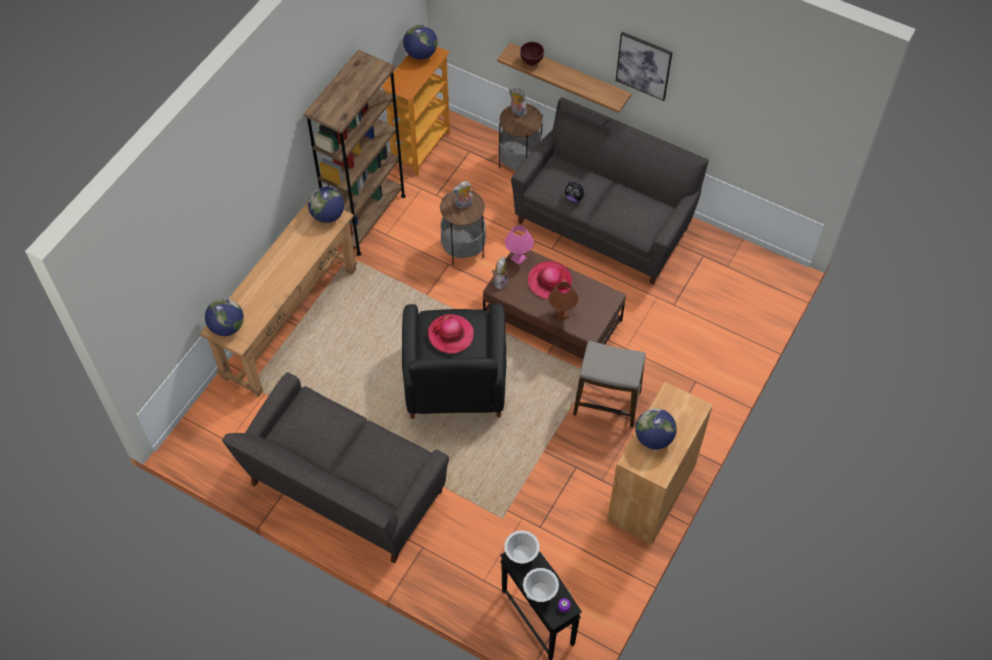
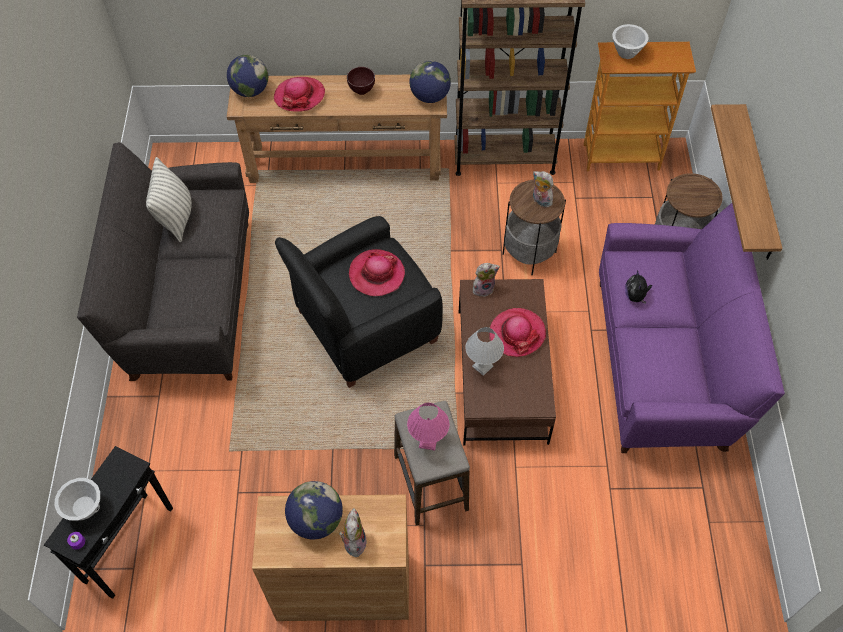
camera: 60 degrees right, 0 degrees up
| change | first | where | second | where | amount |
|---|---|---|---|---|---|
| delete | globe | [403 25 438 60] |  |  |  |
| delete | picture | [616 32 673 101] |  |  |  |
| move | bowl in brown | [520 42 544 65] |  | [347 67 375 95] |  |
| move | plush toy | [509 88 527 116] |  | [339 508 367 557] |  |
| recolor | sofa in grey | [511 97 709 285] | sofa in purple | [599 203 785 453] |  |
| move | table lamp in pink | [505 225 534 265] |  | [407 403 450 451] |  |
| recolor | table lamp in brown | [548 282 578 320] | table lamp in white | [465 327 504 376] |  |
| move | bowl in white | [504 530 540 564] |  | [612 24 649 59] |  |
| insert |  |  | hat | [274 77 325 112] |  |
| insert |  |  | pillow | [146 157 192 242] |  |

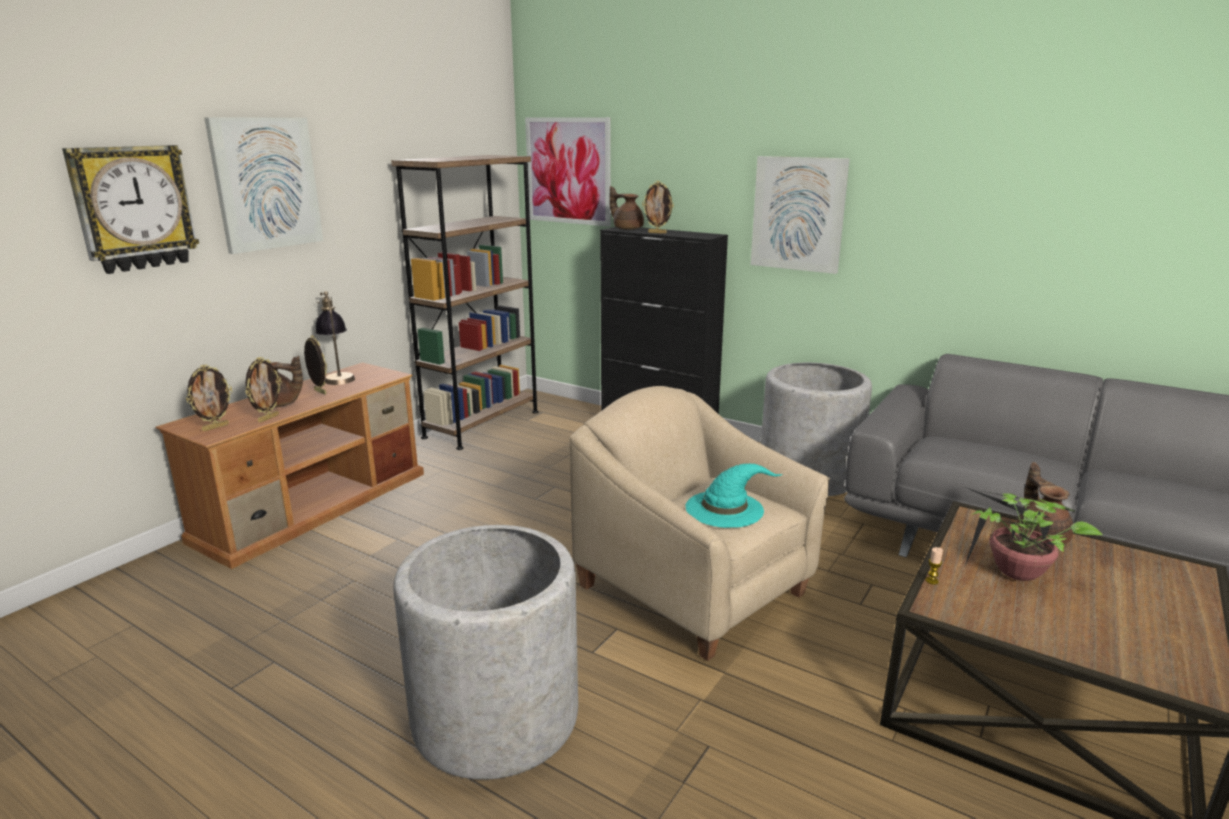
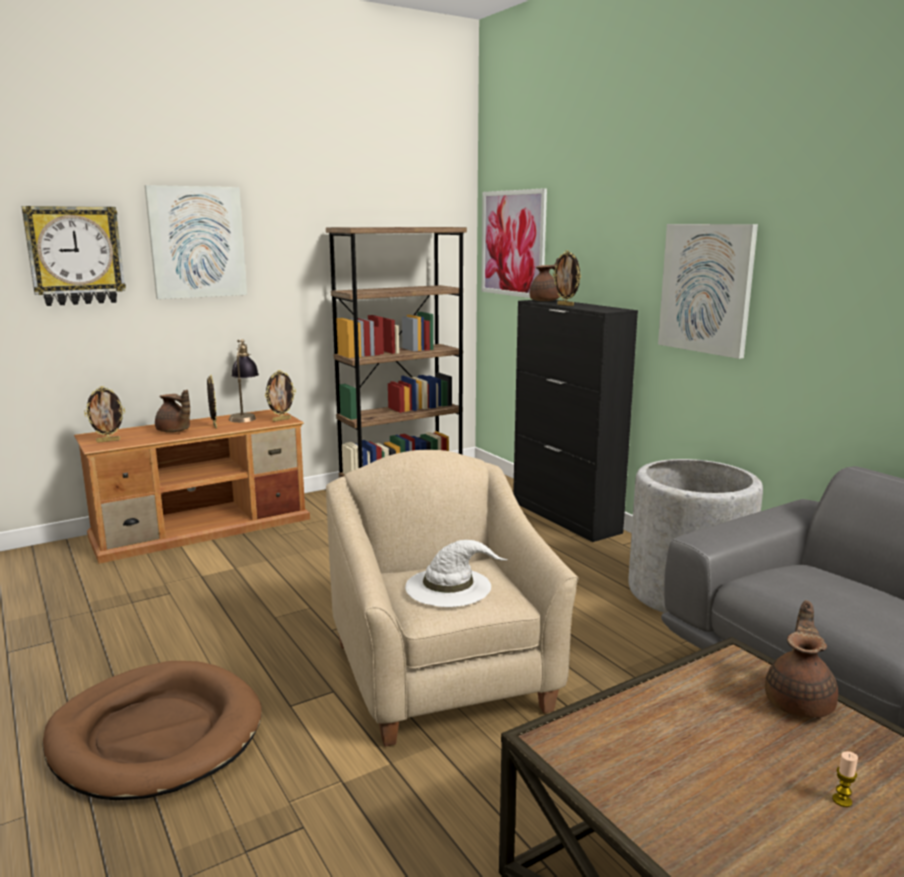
camera: 25 degrees right, 5 degrees down
| change | first | where | second | where | amount |
|---|---|---|---|---|---|
| rotate | teapot in brown | [609 186 644 230] |  | [530 258 560 301] | 75 degrees clockwise |
| move | picture frame | [246 357 282 423] |  | [265 370 296 422] |  |
| recolor | hat in turquoise | [685 463 783 528] | hat in white | [405 540 508 607] |  |
| delete | potted plant | [965 487 1103 581] |  |  |  |
| replace | planter in grey | [394 525 578 780] | dog bed in brown | [42 661 262 800] |  |
| move | candle | [926 547 943 585] |  | [832 751 858 807] |  |

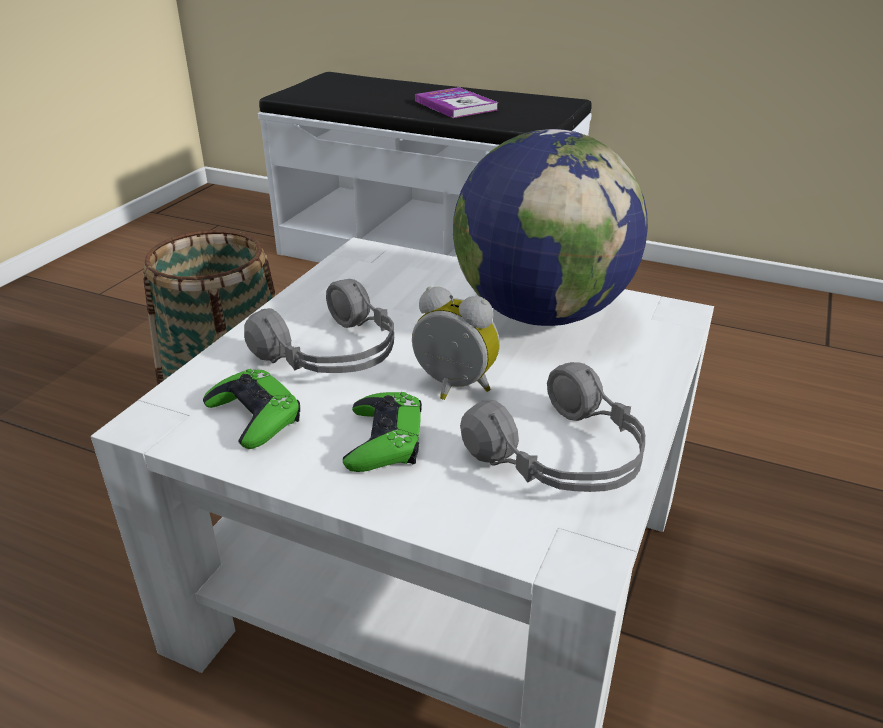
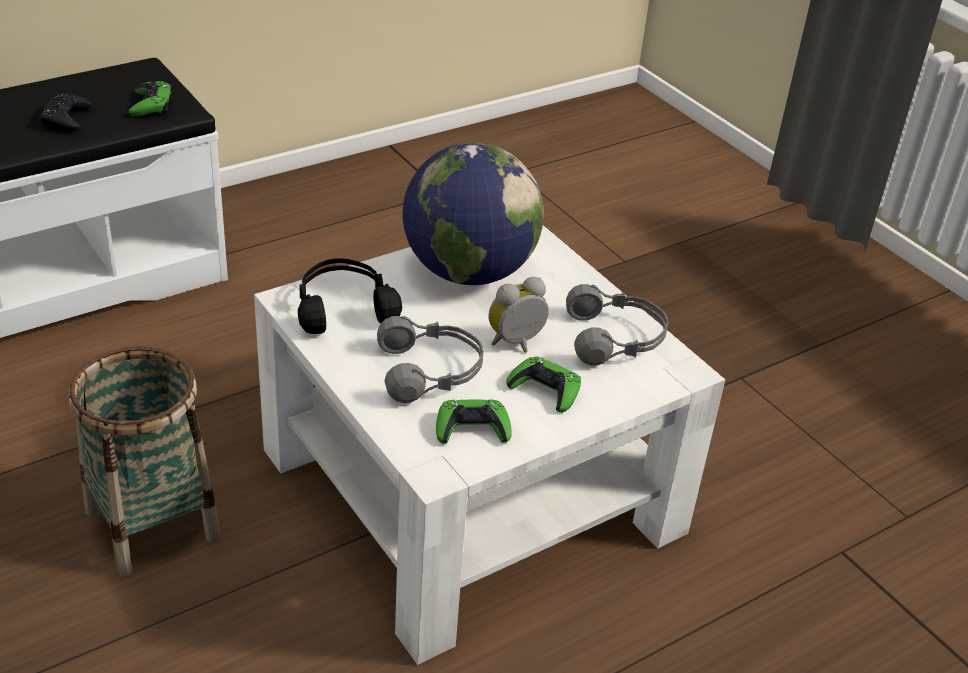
camera: 60 degrees left, 5 degrees up
| change | first | where | second | where | amount |
|---|---|---|---|---|---|
| replace | book | [415 87 499 118] | game controller in black | [40 93 92 132] |  |
| insert |  |  | game controller in green | [129 81 172 116] |  |
| insert |  |  | headphones in black | [298 258 402 334] |  |

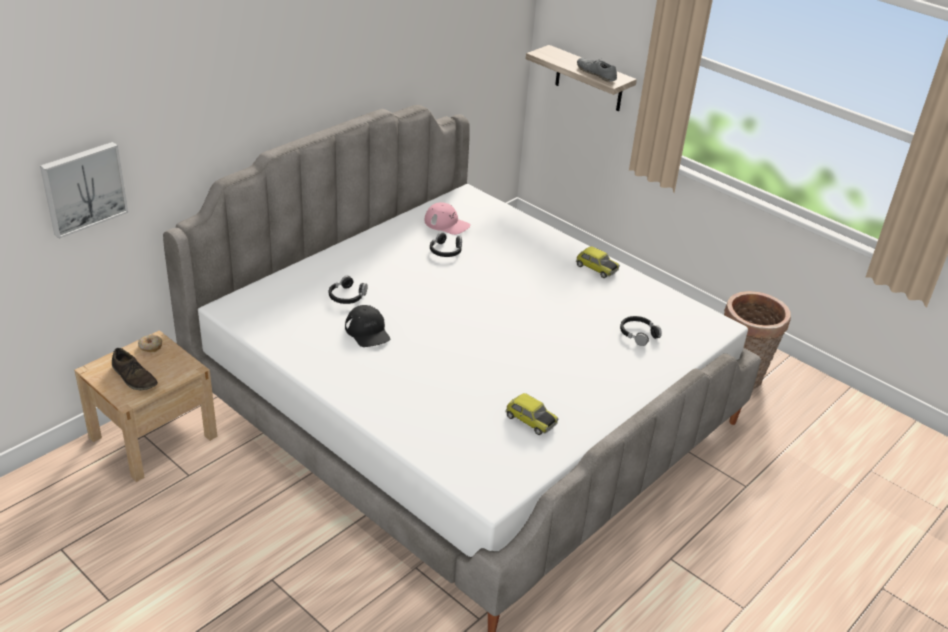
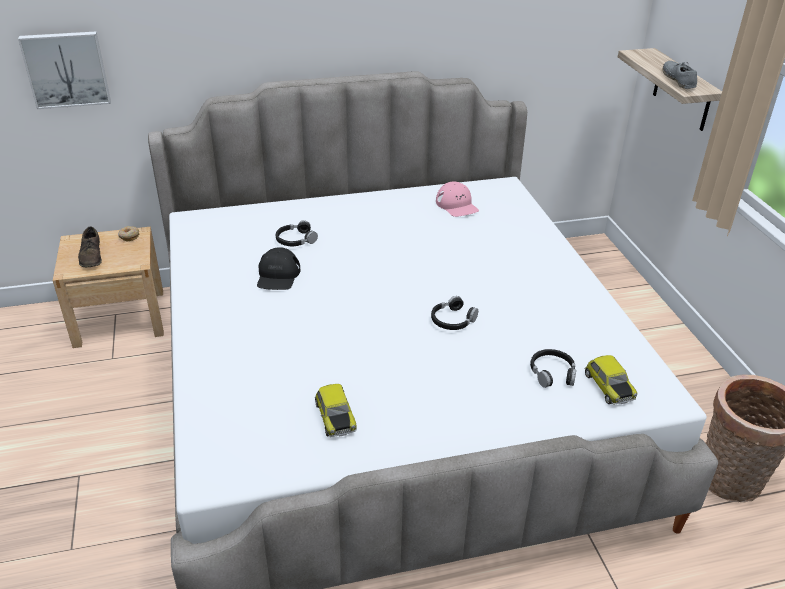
camera: 35 degrees right, 0 degrees up
| change | first | where | second | where | amount |
|---|---|---|---|---|---|
| move | headphones in black | [430 232 462 257] |  | [431 296 478 330] |  |
| move | toy car | [576 246 620 278] |  | [585 355 637 405] |  |

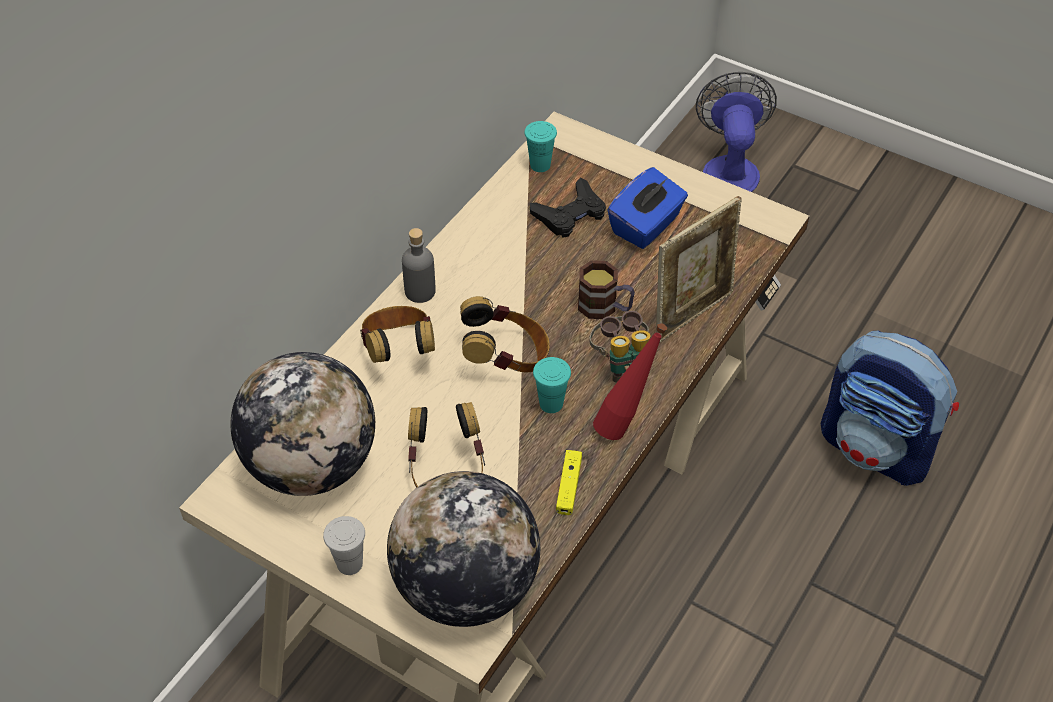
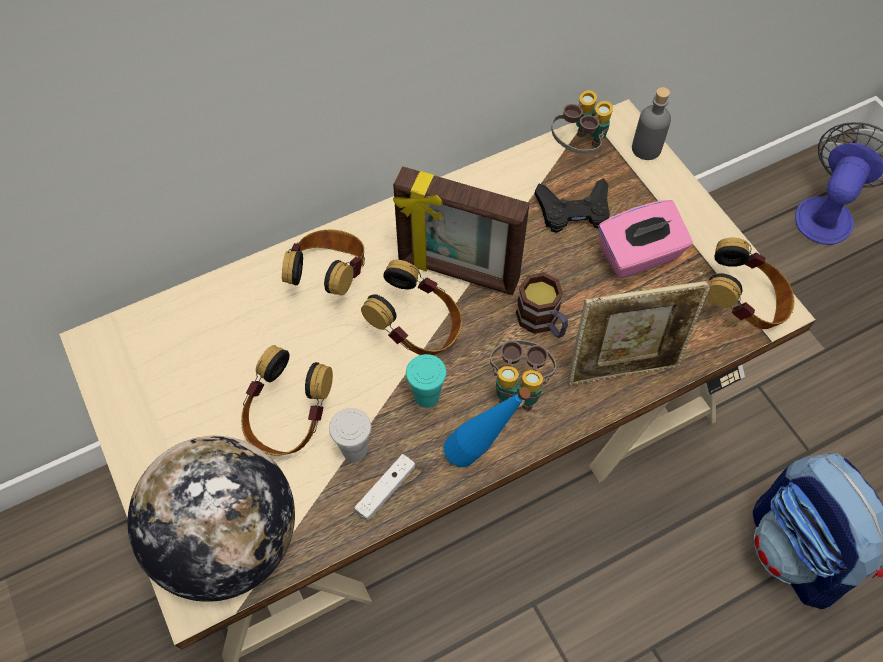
camera: 30 degrees right, 10 degrees up
| change | first | where | second | where | amount |
|---|---|---|---|---|---|
| replace | cup in turquoise | [524 121 557 172] | binoculars | [552 90 613 154] |  |
| recolor | tissue box in blue | [608 167 688 249] | tissue box in pink | [598 200 693 278] |  |
| move | bottle in grey | [402 228 436 303] |  | [632 87 671 160] |  |
| recolor | bottle in red | [593 323 667 440] | bottle in blue | [444 387 530 467] |  |
| delete | globe | [231 352 375 496] |  |  |  |
| recolor | game controller in yellow | [556 450 582 515] | game controller in white | [354 454 416 521] |  |
| move | cup in white | [323 516 365 575] |  | [329 408 371 462] |  |
| insert |  |  | picture frame | [393 166 529 295] |  |
| insert |  |  | headphones | [706 237 795 329] |  |

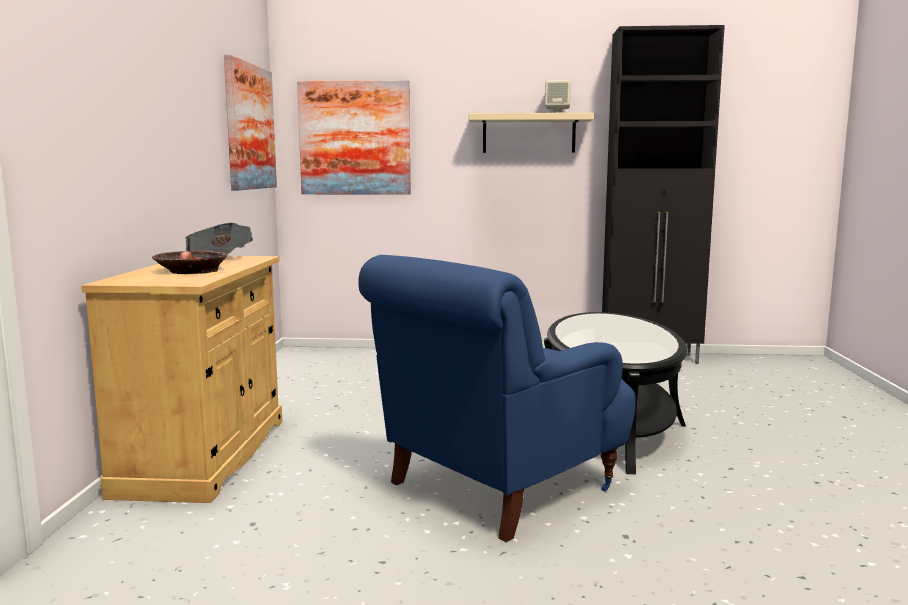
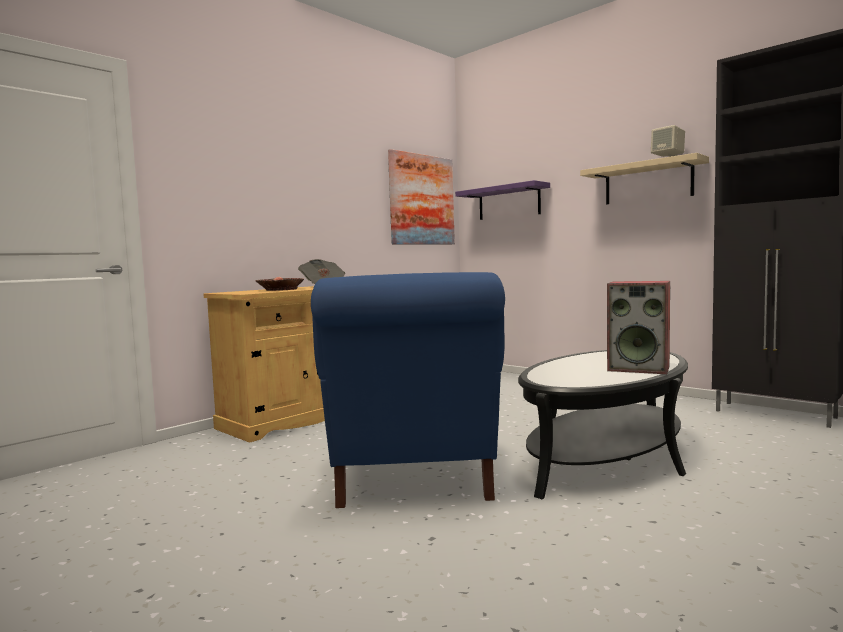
camera: 40 degrees right, 5 degrees down
| change | first | where | second | where | amount |
|---|---|---|---|---|---|
| replace | picture | [297 80 411 195] | shelf in purple | [455 180 550 220] |  |
| rotate | armchair in blue | [358 255 636 542] |  | [311 272 505 508] | 90 degrees counterclockwise |
| insert |  |  | speaker | [607 281 670 374] |  |

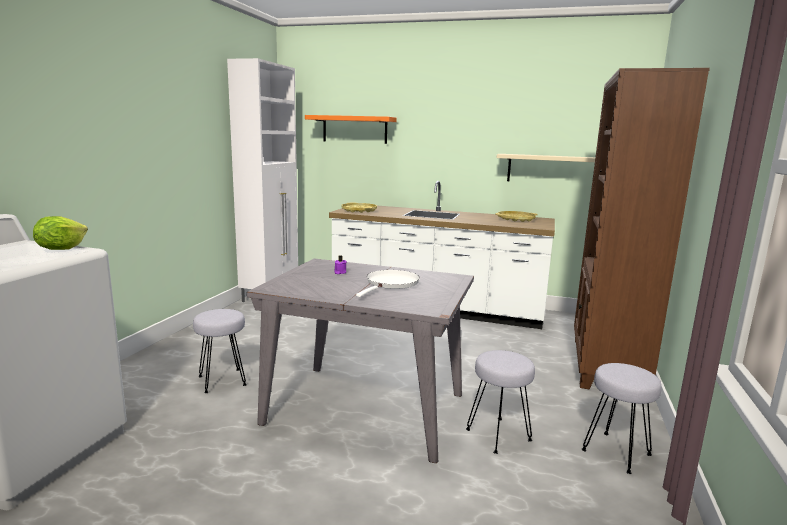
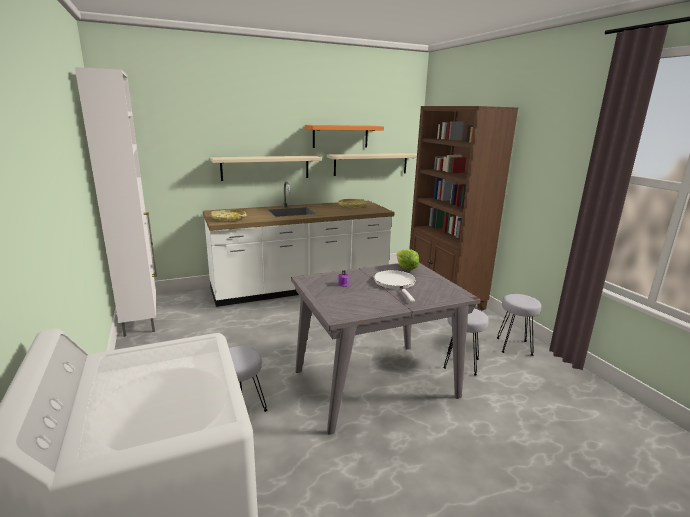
camera: 40 degrees left, 5 degrees up
| change | first | where | second | where | amount |
|---|---|---|---|---|---|
| move | shelf in orange | [305 115 397 144] |  | [305 125 384 148] |  |
| move | lettuce | [33 216 88 250] |  | [397 249 419 270] |  |
| insert |  |  | shelf in beige | [210 156 322 181] |  |

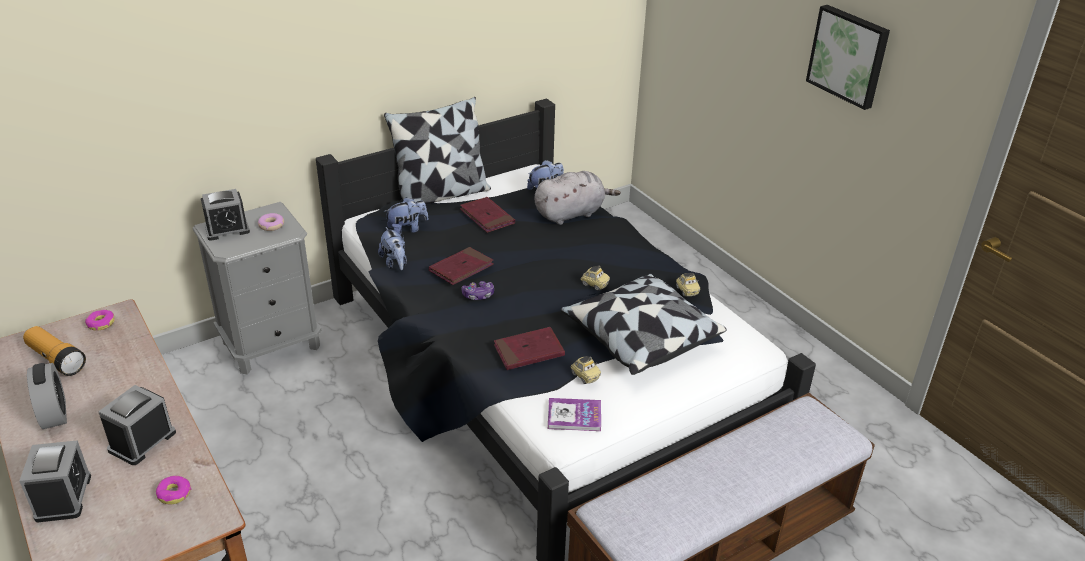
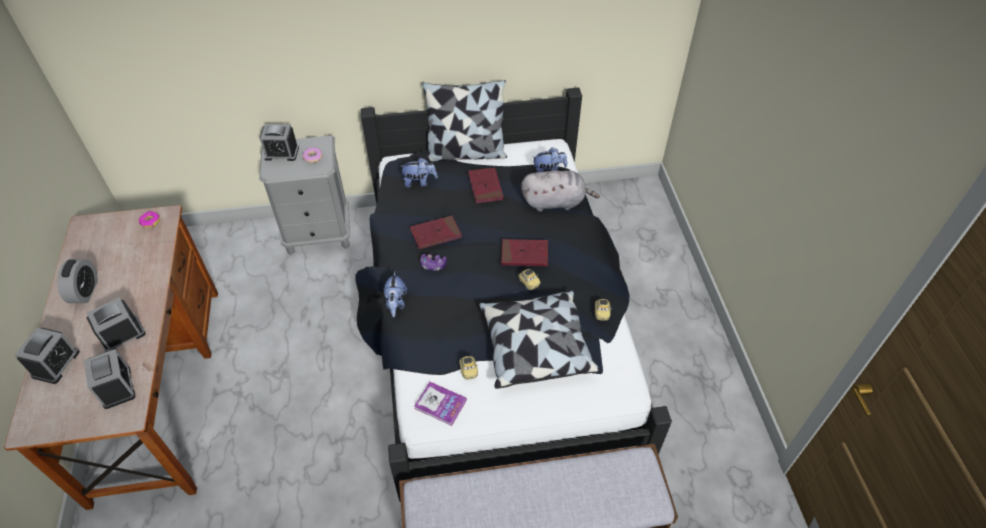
camera: 25 degrees right, 15 degrees up
| change | first | where | second | where | amount |
|---|---|---|---|---|---|
| delete | picture | [806 5 890 110] |  |  |  |
| move | plush toy | [378 227 407 270] |  | [383 272 407 317] |  |
| delete | flashlight | [23 326 86 376] |  |  |  |
| move | book in red | [494 327 565 370] |  | [501 239 548 266] |  |
| replace | donut | [156 476 191 504] | alarm clock | [84 349 136 409] |  |

